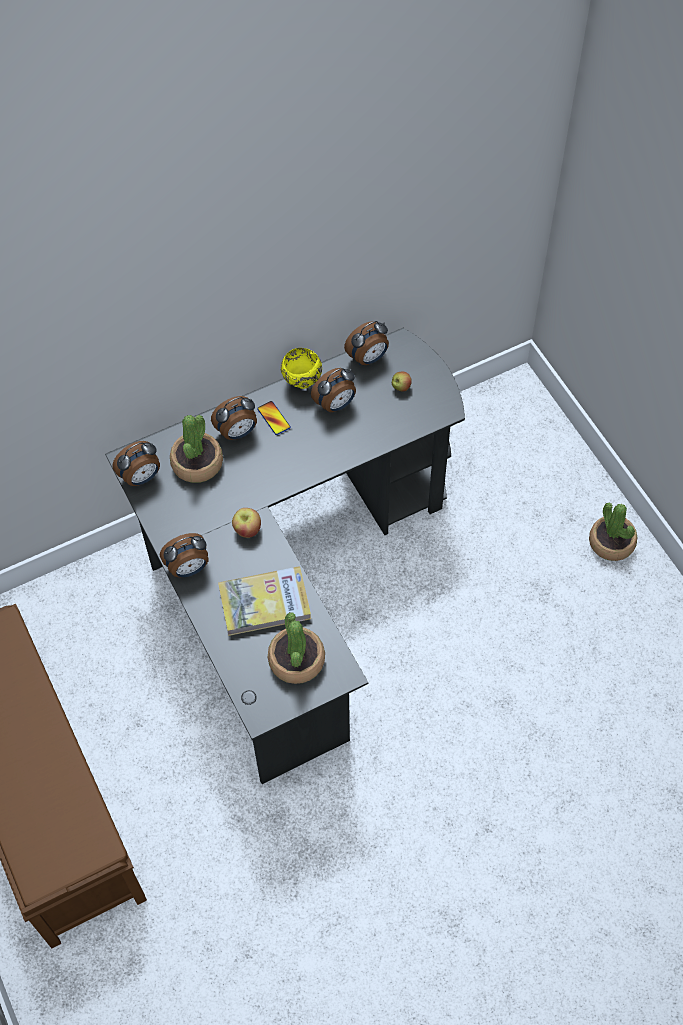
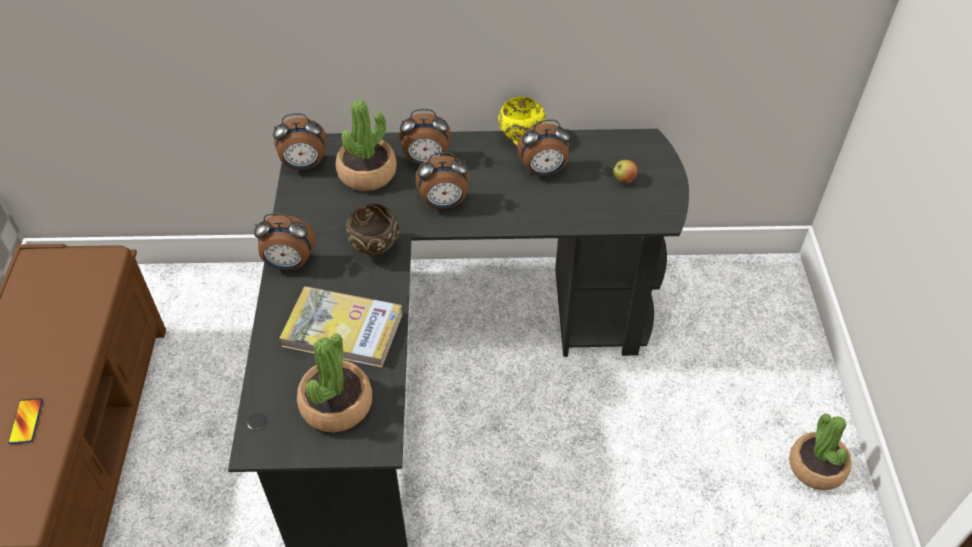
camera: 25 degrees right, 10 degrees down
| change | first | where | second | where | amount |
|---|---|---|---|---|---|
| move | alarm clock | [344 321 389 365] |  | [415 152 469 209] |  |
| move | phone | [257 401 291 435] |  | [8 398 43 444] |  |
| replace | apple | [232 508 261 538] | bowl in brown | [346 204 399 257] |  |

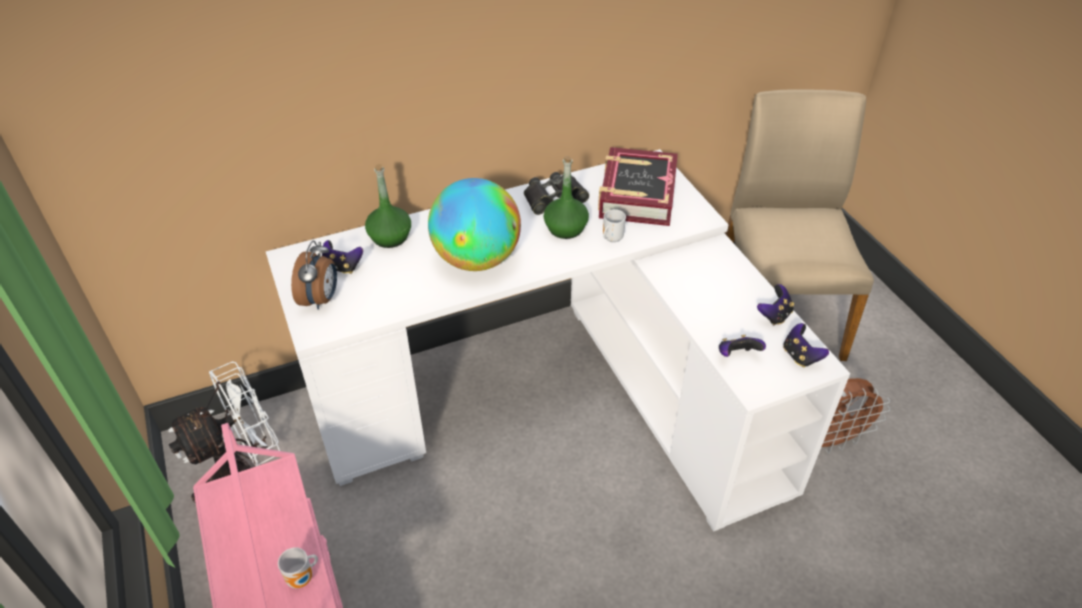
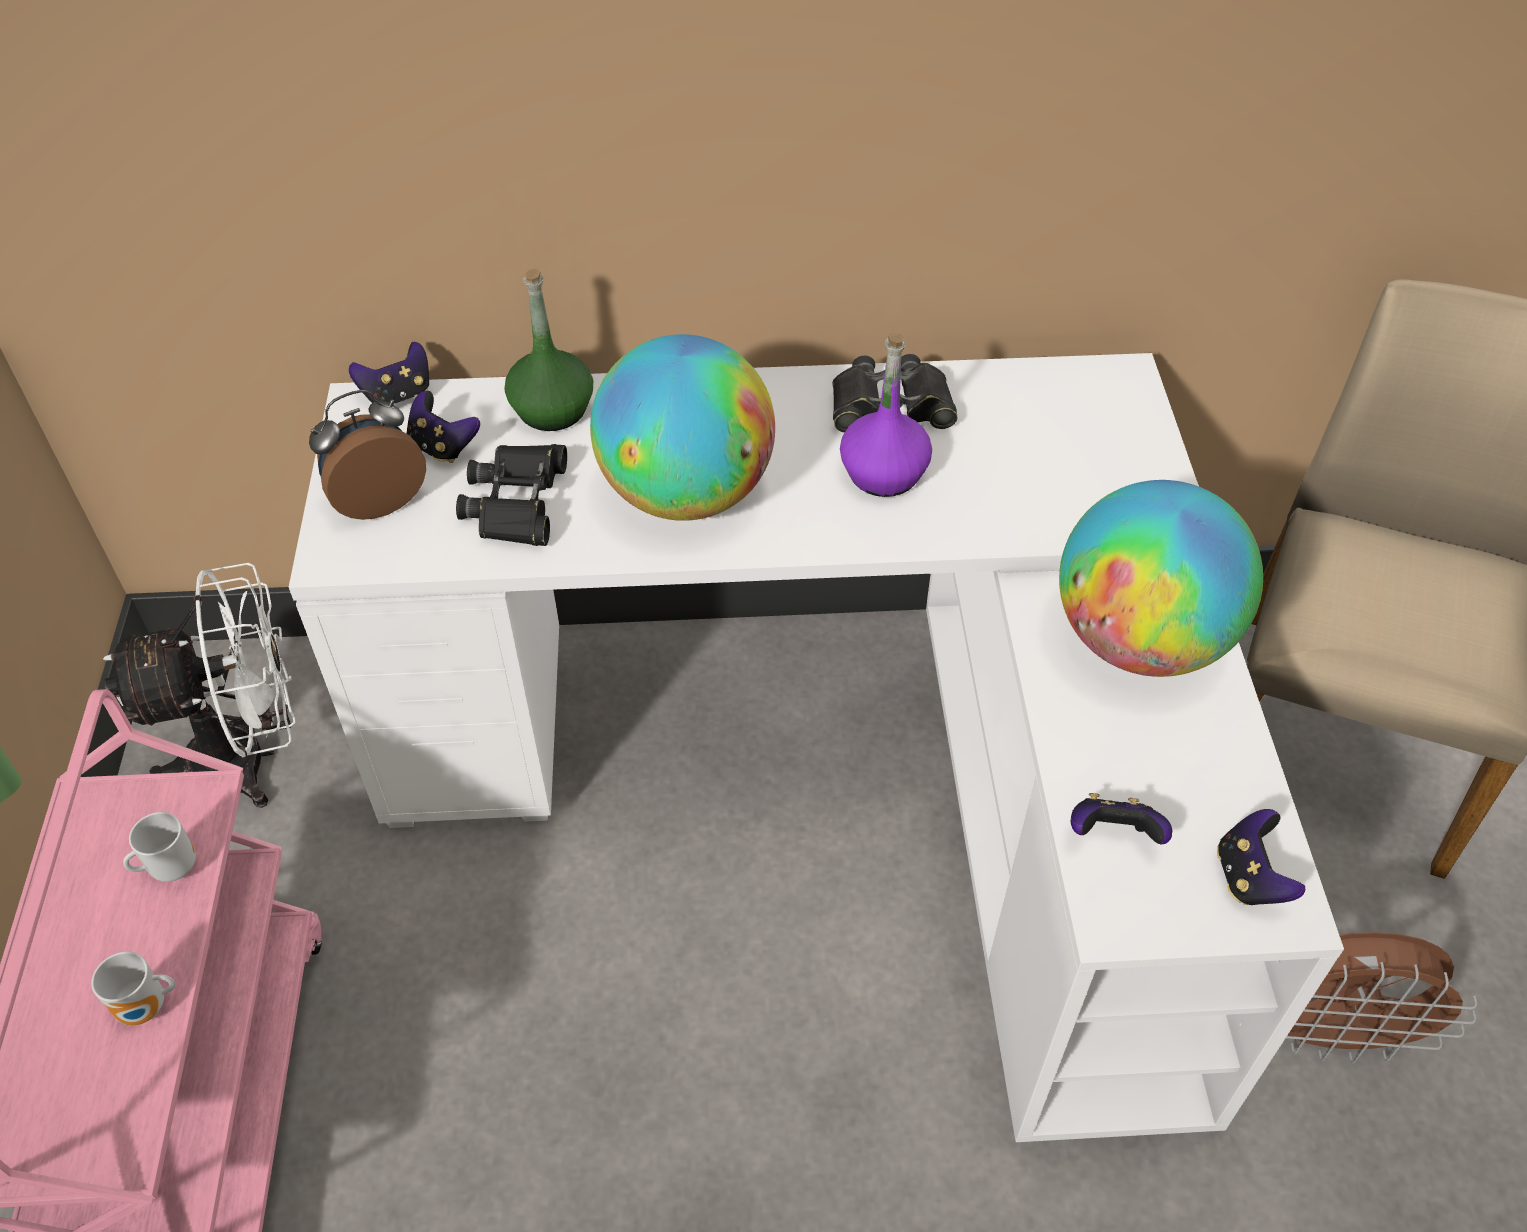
camera: 20 degrees right, 5 degrees up
| change | first | where | second | where | amount |
|---|---|---|---|---|---|
| delete | book | [598 147 678 226] |  |  |  |
| recolor | bottle in green | [543 156 589 239] | bottle in purple | [840 332 932 497] |  |
| move | mug | [603 209 626 242] |  | [123 812 196 882] |  |
| rotate | alarm clock | [291 240 337 310] |  | [309 390 426 520] | 150 degrees counterclockwise |
| move | game controller | [757 284 794 325] |  | [349 342 429 405] |  |
| insert |  |  | binoculars in black | [456 444 567 546] |  |
| insert |  |  | globe | [1059 480 1263 677] |  |

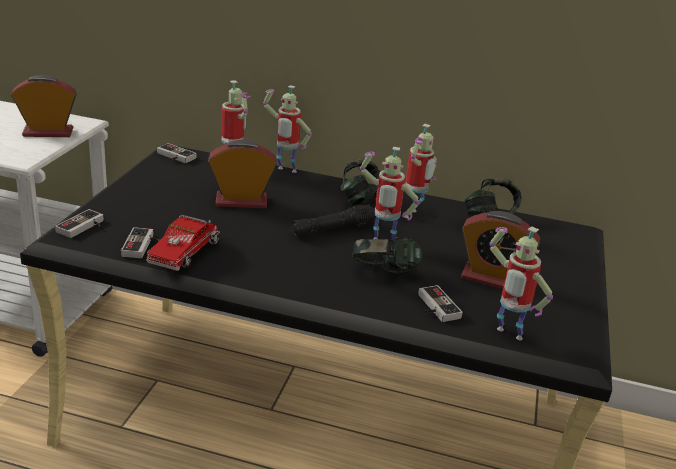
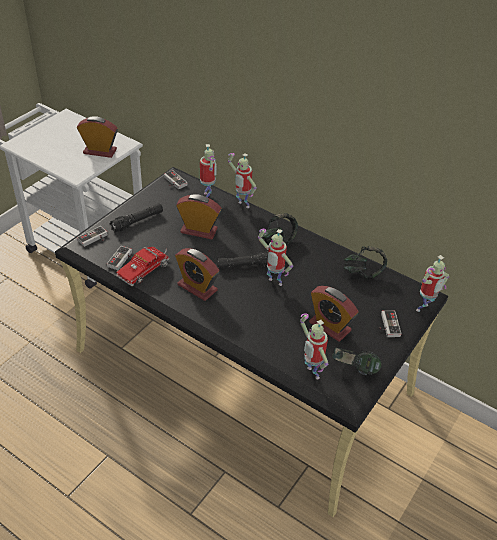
camera: 20 degrees right, 15 degrees up
| change | first | where | second | where | amount |
|---|---|---|---|---|---|
| move | toy robot | [404 124 437 218] |  | [416 255 449 312] |  |
| move | headphones | [353 237 423 274] |  | [332 348 382 376] |  |
| move | game controller | [418 285 463 322] |  | [379 310 402 337] |  |
| insert |  |  | flashlight in black | [110 203 163 233] |  |
| insert |  |  | alarm clock | [175 248 219 301] |  |

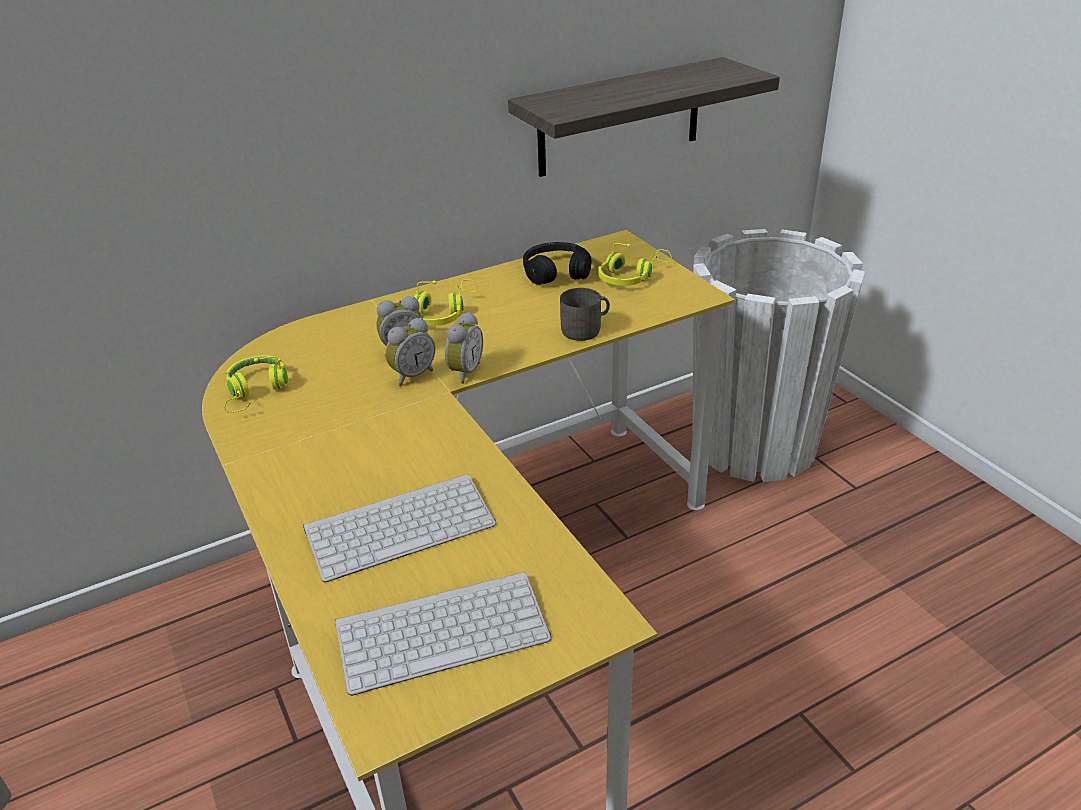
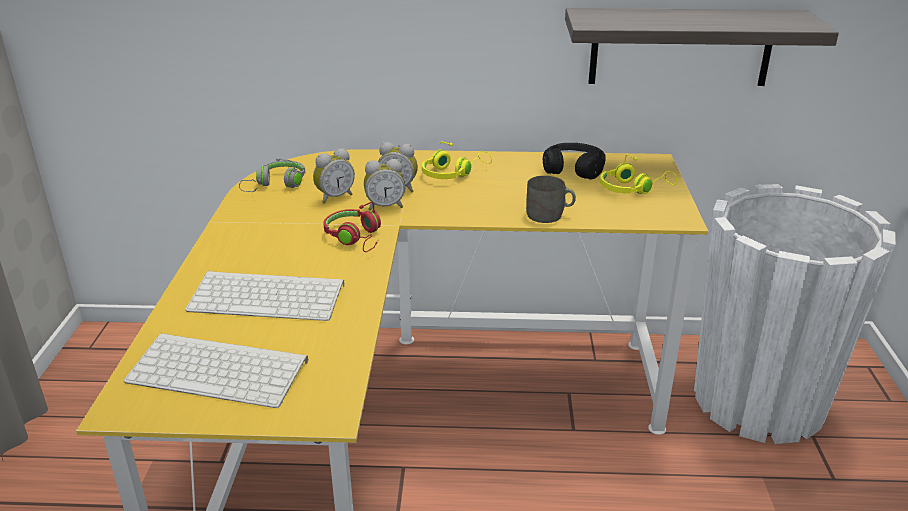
camera: 30 degrees right, 5 degrees down
| change | first | where | second | where | amount |
|---|---|---|---|---|---|
| move | alarm clock | [445 312 483 384] |  | [313 148 355 204] |  |
| recolor | headphones in yellow | [224 355 288 413] | headphones in grey | [239 158 305 192] |  |
| insert |  |  | headphones in red | [323 202 381 252] |  |

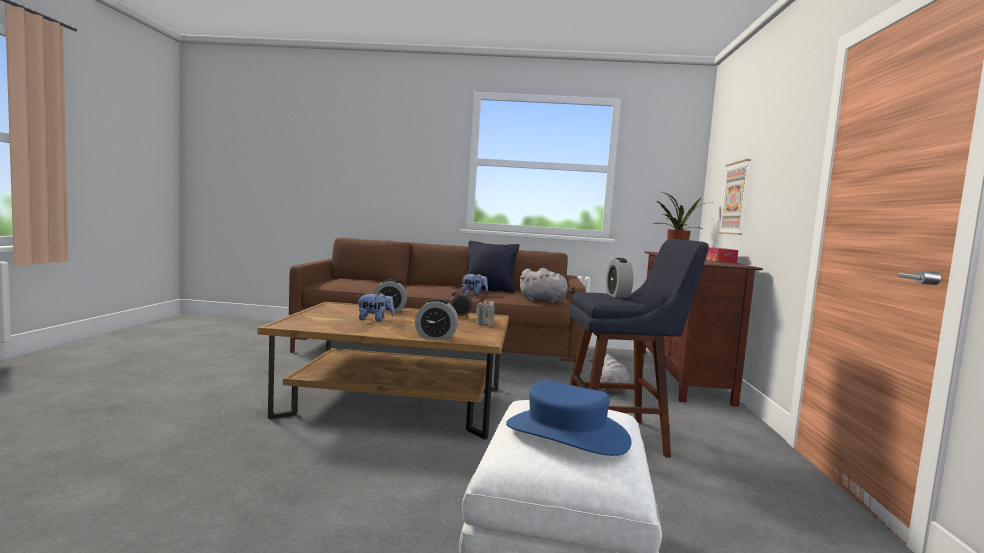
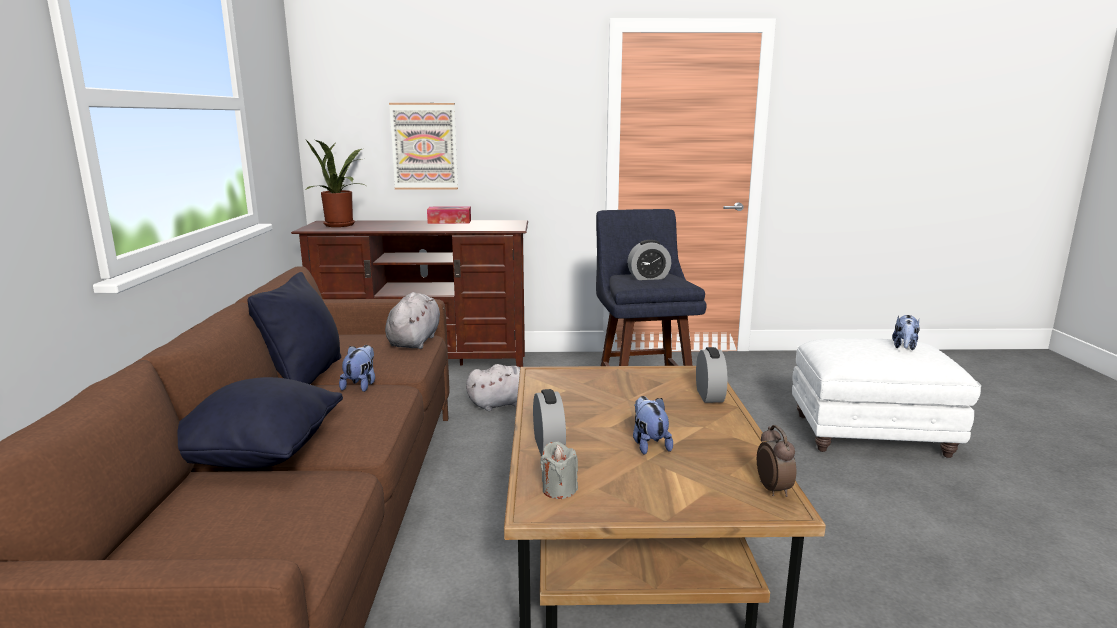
camera: 95 degrees left, 10 degrees up
| change | first | where | second | where | amount |
|---|---|---|---|---|---|
| move | alarm clock | [450 285 474 318] |  | [757 425 796 497] |  |
| move | candle in grey | [476 299 495 326] |  | [540 442 578 499] |  |
| replace | hat in blue | [506 380 631 456] | plush toy | [892 315 920 350] |  |
| insert |  |  | pillow in black | [177 377 343 469] |  |

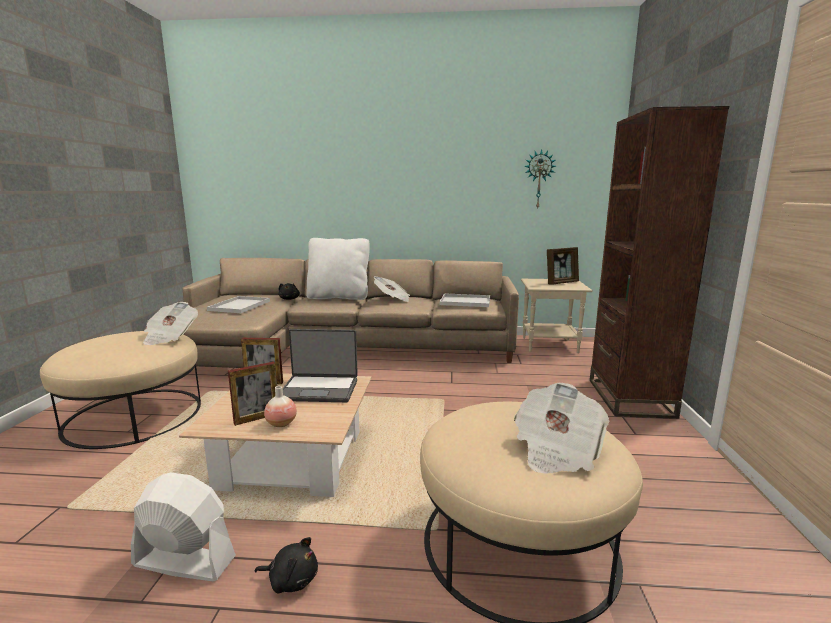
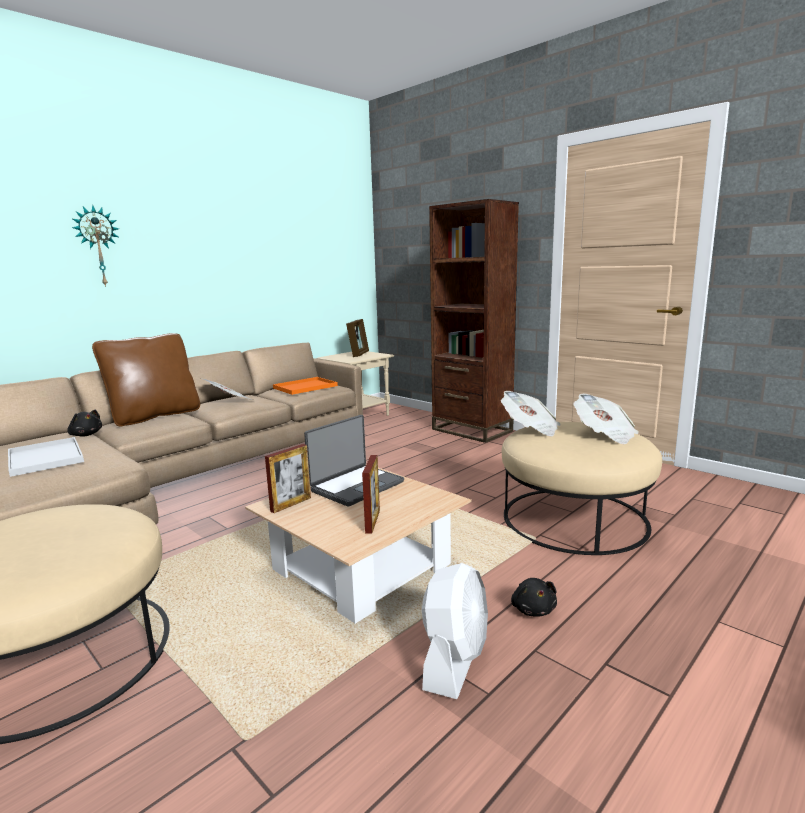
camera: 50 degrees left, 0 degrees up
| change | first | where | second | where | amount |
|---|---|---|---|---|---|
| move | wall clock | [524 149 556 210] |  | [72 205 119 287] |  |
| recolor | pillow in white | [306 238 370 300] | pillow in brown | [92 333 200 427] |  |
| recolor | tray in white | [440 293 490 307] | tray in orange | [273 377 338 395] |  |
| move | newspaper | [143 302 198 345] |  | [501 391 560 437] |  |
| delete | vase | [264 386 297 427] |  |  |  |
| rotate | fan in white | [131 472 236 581] |  | [422 563 488 699] | 150 degrees clockwise |
| rotate | plush toy in black | [255 537 318 594] |  | [511 578 557 617] | 120 degrees clockwise |

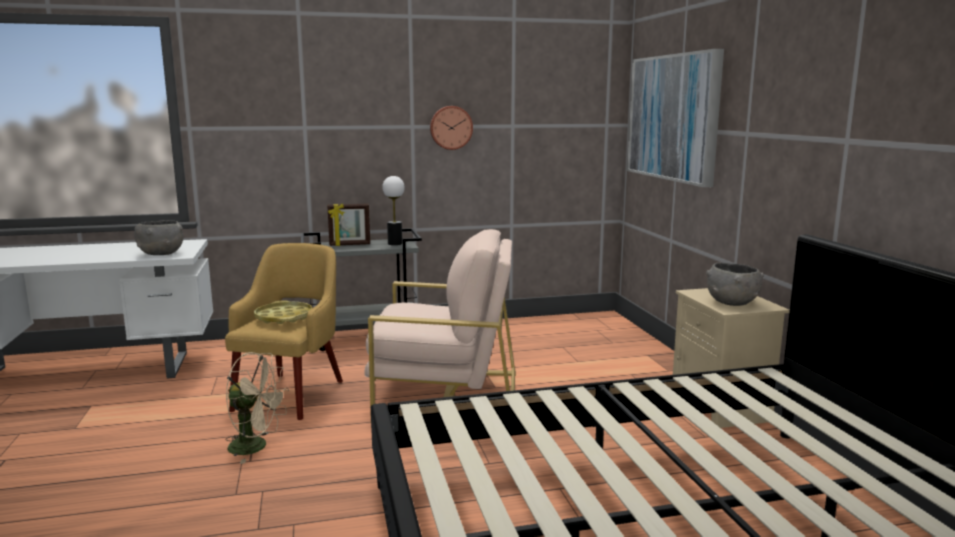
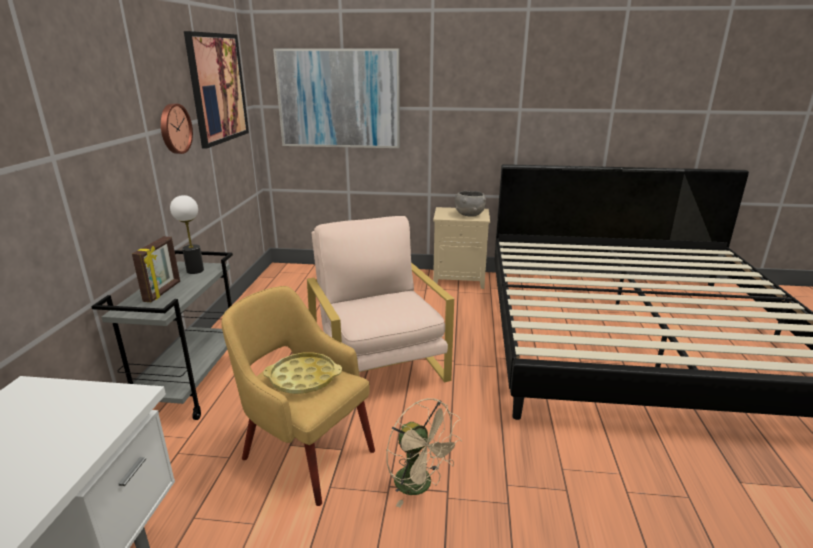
camera: 70 degrees left, 10 degrees up
| change | first | where | second | where | amount |
|---|---|---|---|---|---|
| delete | bowl in grey | [134 220 183 255] |  |  |  |
| rotate | armchair in beige | [364 229 516 412] |  | [307 216 454 382] | 45 degrees counterclockwise |
| rotate | fan in beige | [225 352 289 464] |  | [386 398 462 508] | 105 degrees clockwise |
| insert |  |  | picture | [184 31 249 148] |  |

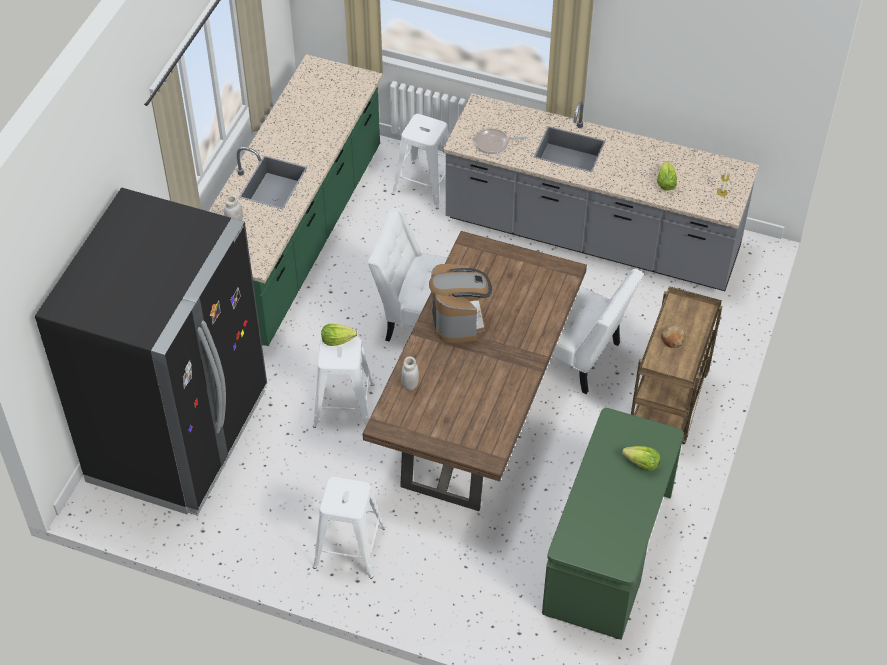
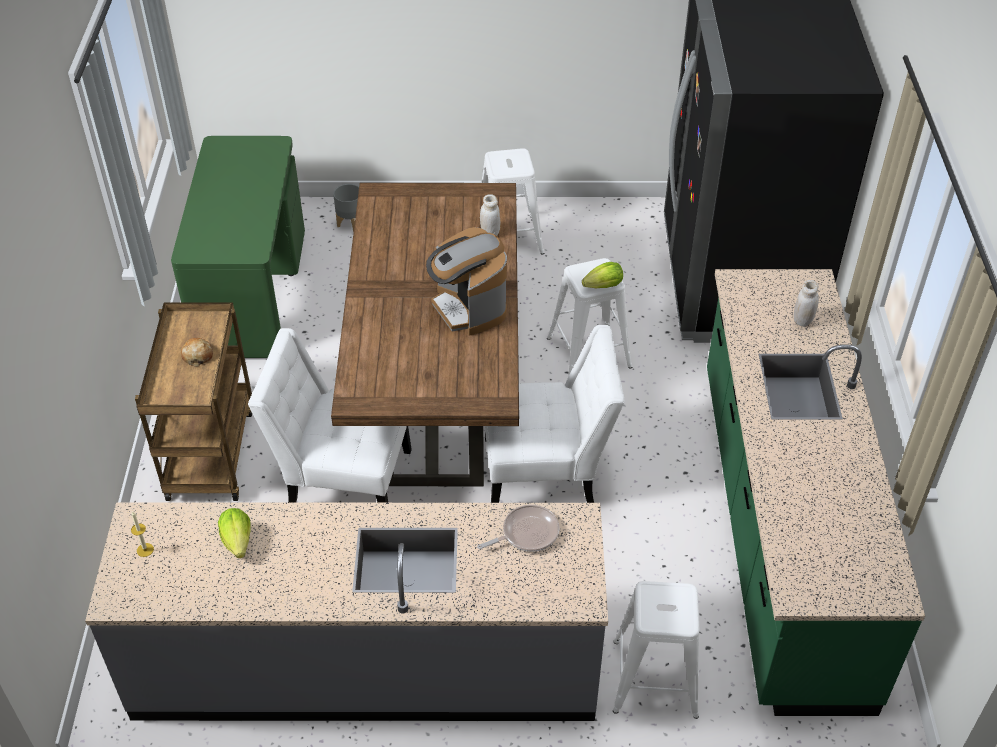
camera: 160 degrees right, 5 degrees down
| change | first | where | second | where | amount |
|---|---|---|---|---|---|
| delete | lettuce | [622 446 660 470] |  |  |  |
| insert |  |  | planter in grey | [333 184 359 232] |  |

